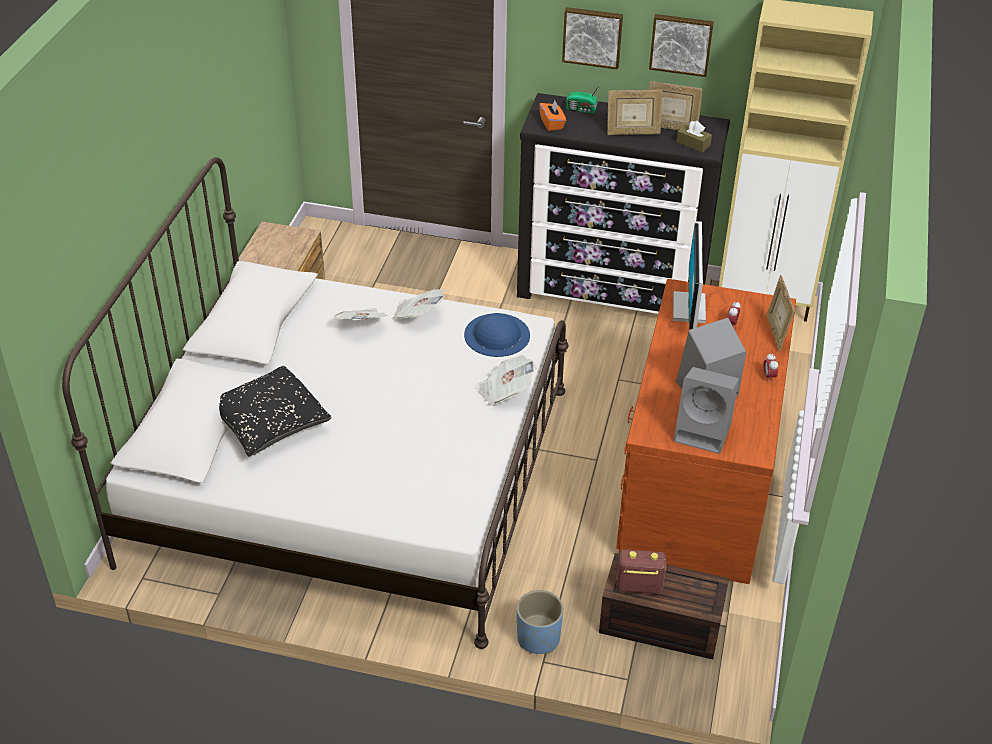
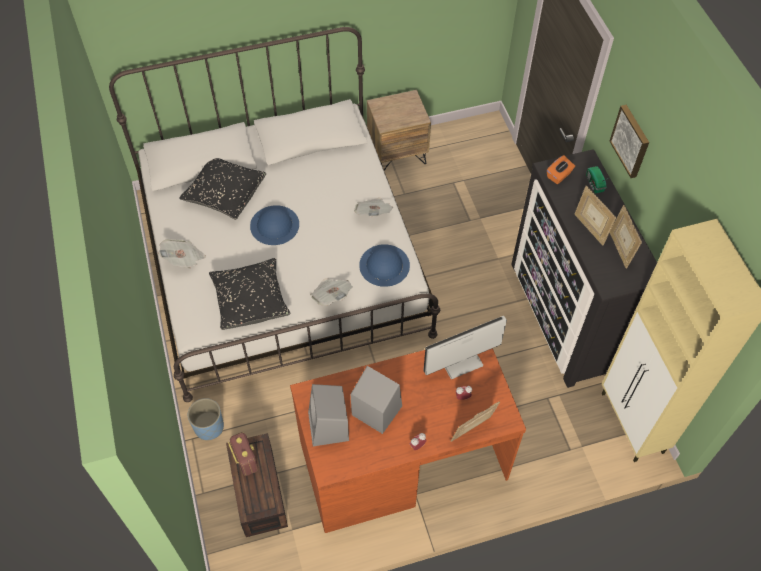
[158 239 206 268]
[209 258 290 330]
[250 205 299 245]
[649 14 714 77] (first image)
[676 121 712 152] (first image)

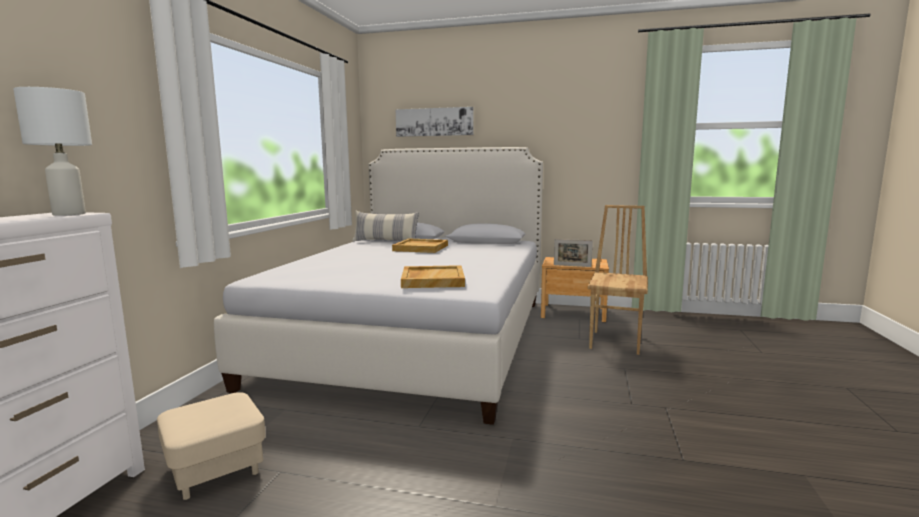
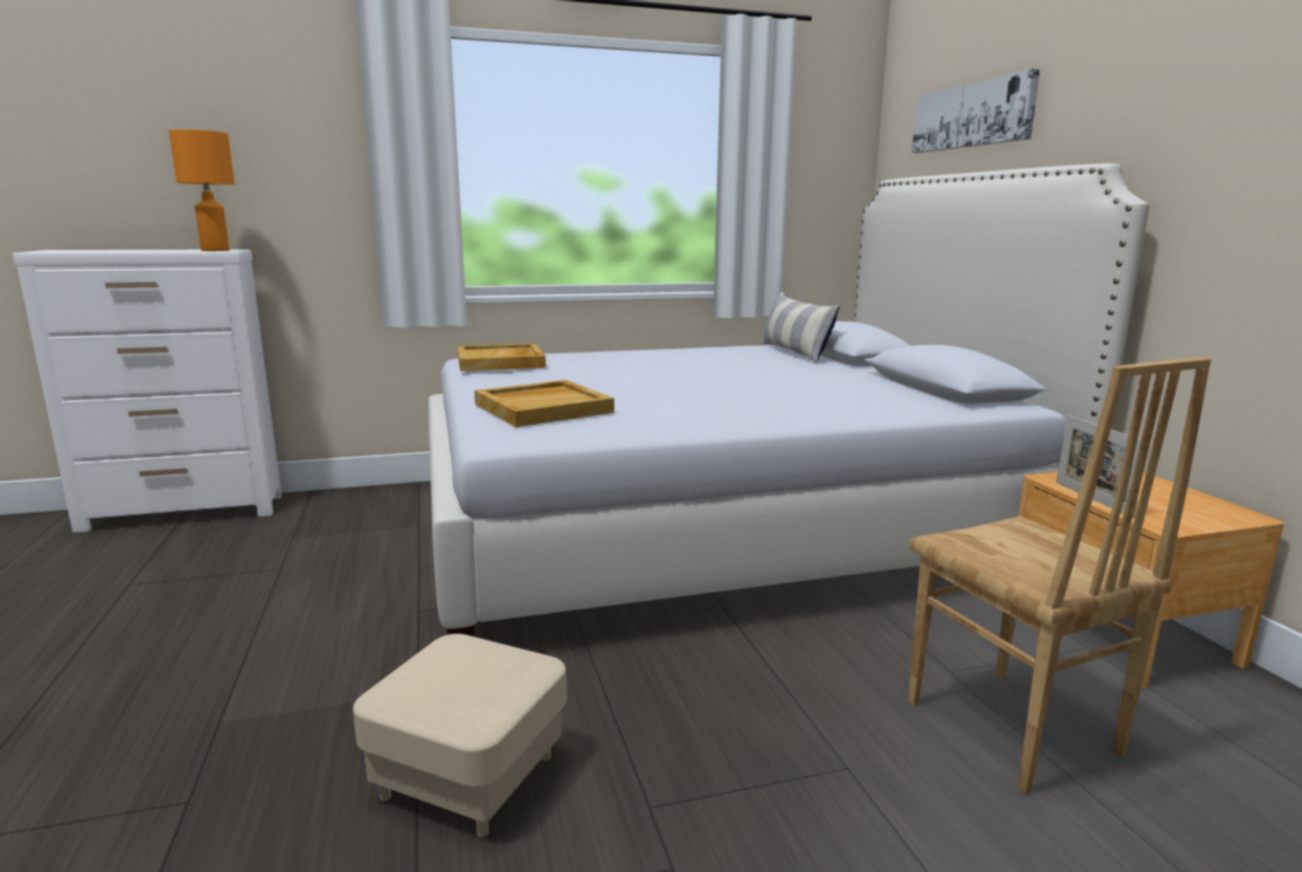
[169 129 235 251]
[353 634 567 837]
[457 343 546 371]
[908 357 1211 795]

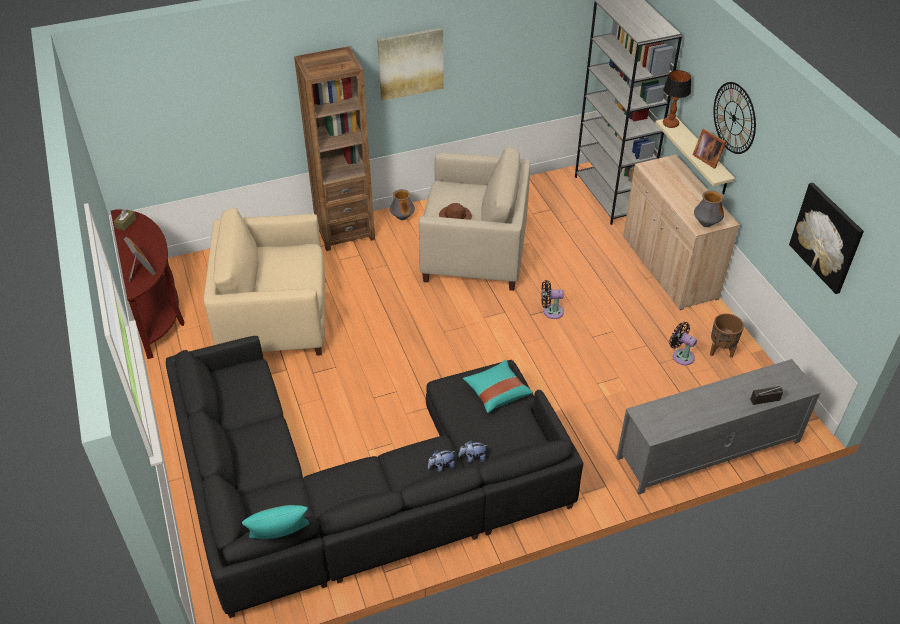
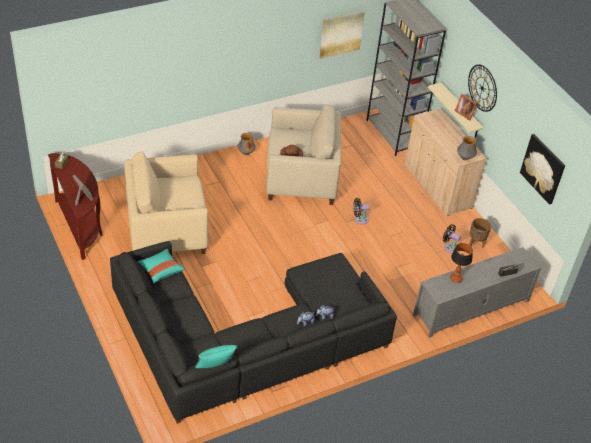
[137 249 185 284]
[319 11 365 59]
[450 243 473 283]
[294 46 375 251] (first image)

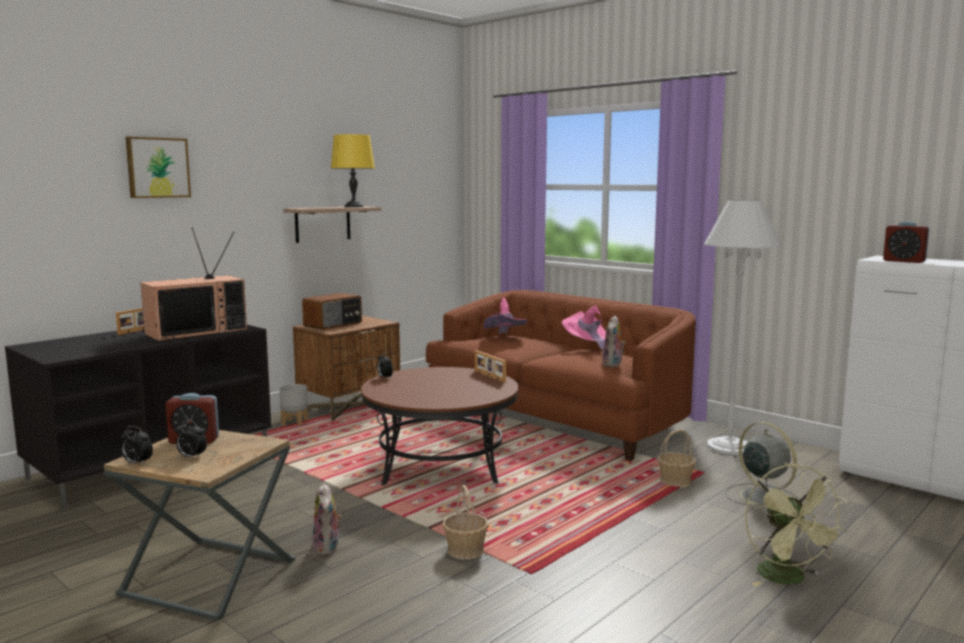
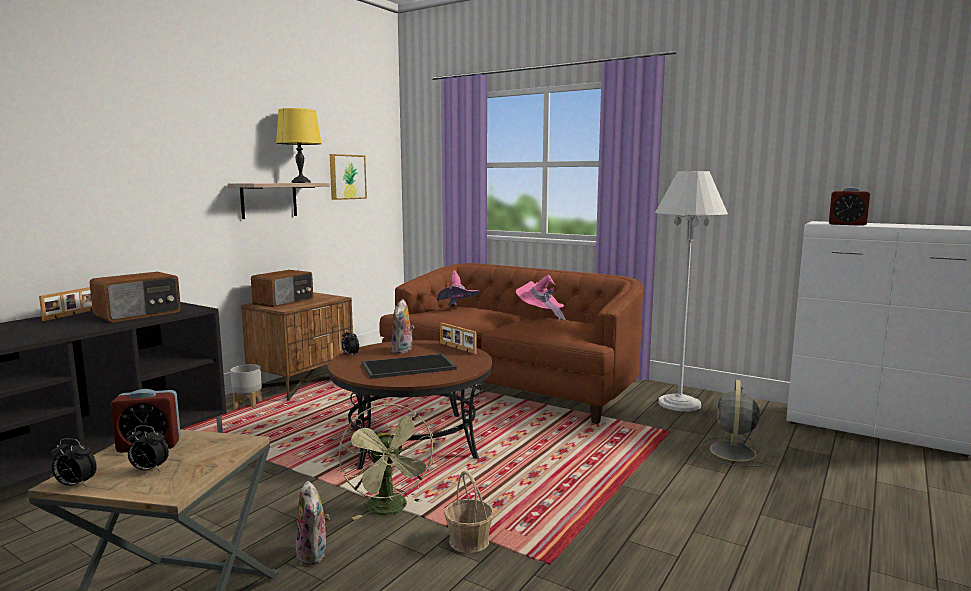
[89 272 181 322]
[330 154 367 200]
[338 404 434 520]
[362 354 457 379]
[392 299 415 354]
[700 380 769 467]
[657 429 696 488] (first image)

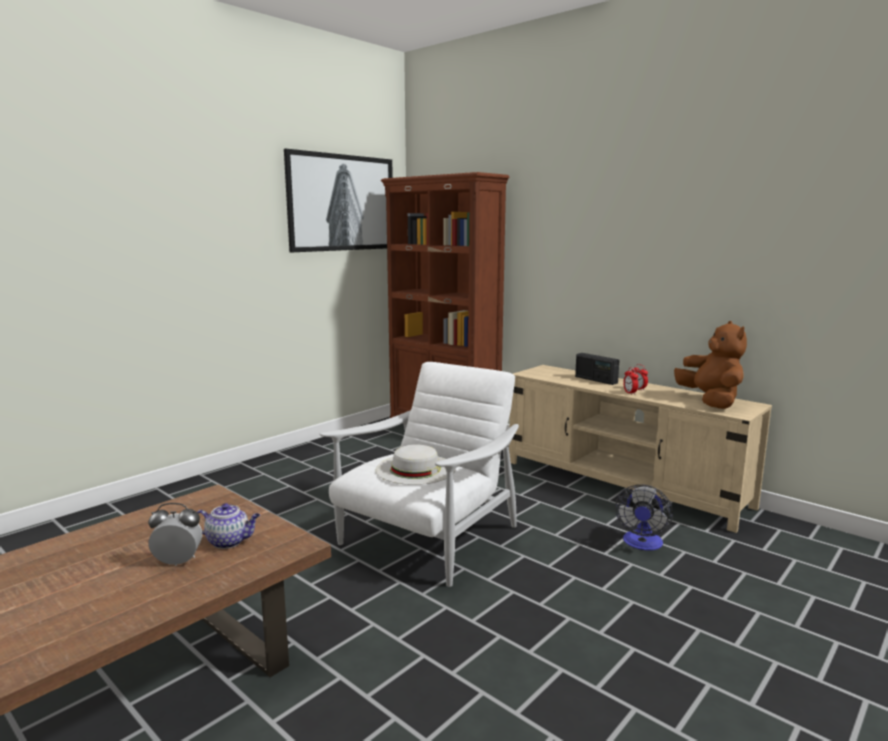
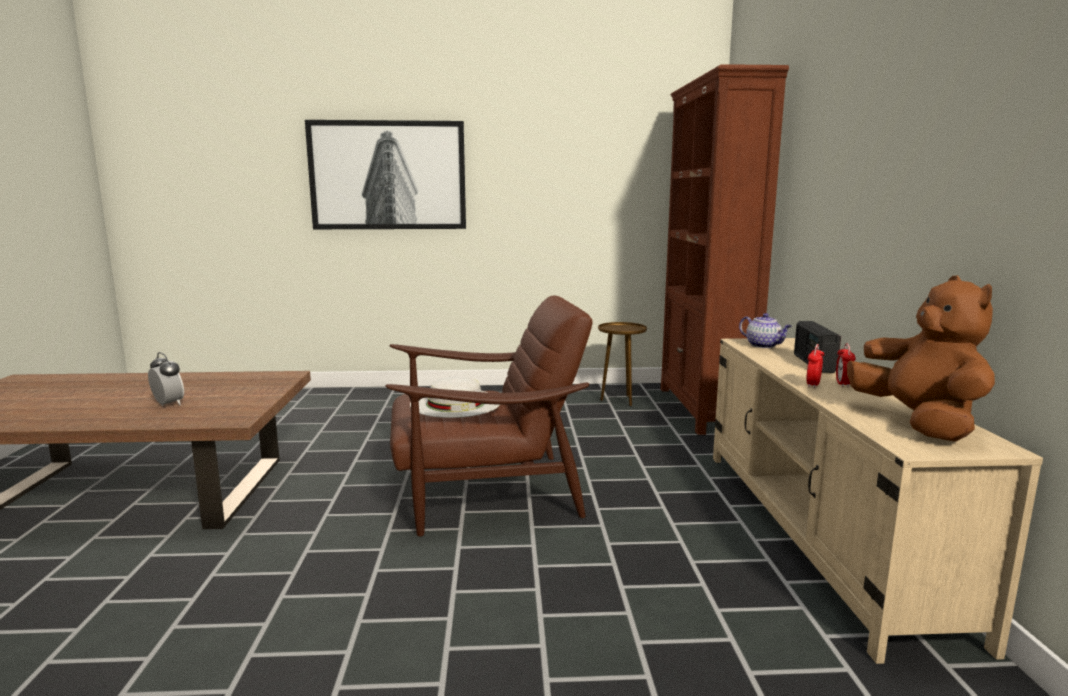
[305 120 466 229]
[385 296 593 536]
[598 322 647 406]
[739 313 792 348]
[847 276 995 442]
[615 484 673 551] (first image)

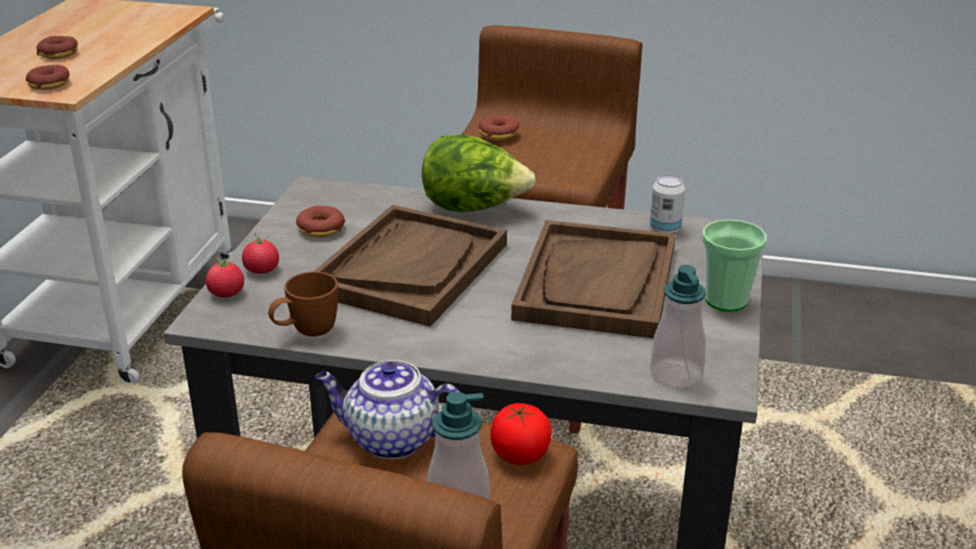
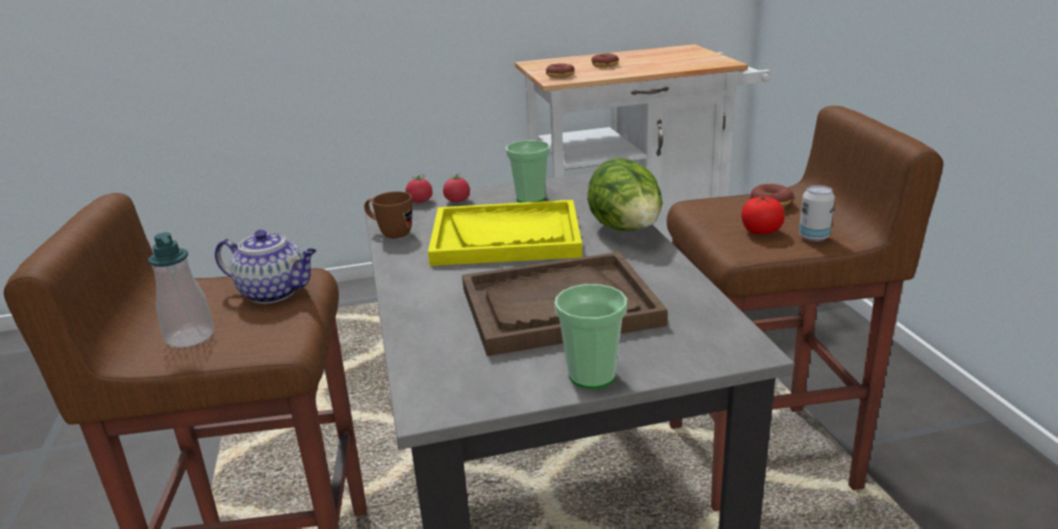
[215 230 317 303]
[428 200 582 266]
[505 140 551 203]
[741 196 785 234]
[799 185 835 242]
[650 265 706 389] (first image)

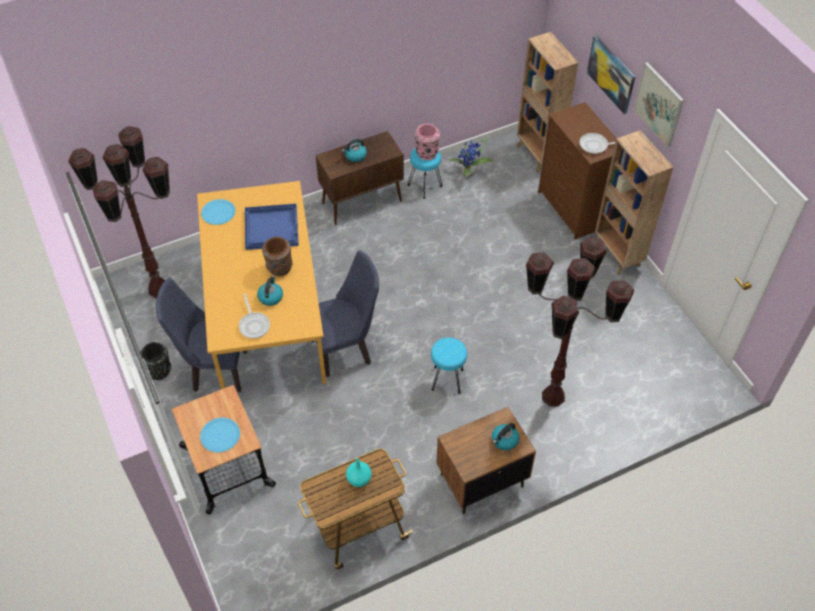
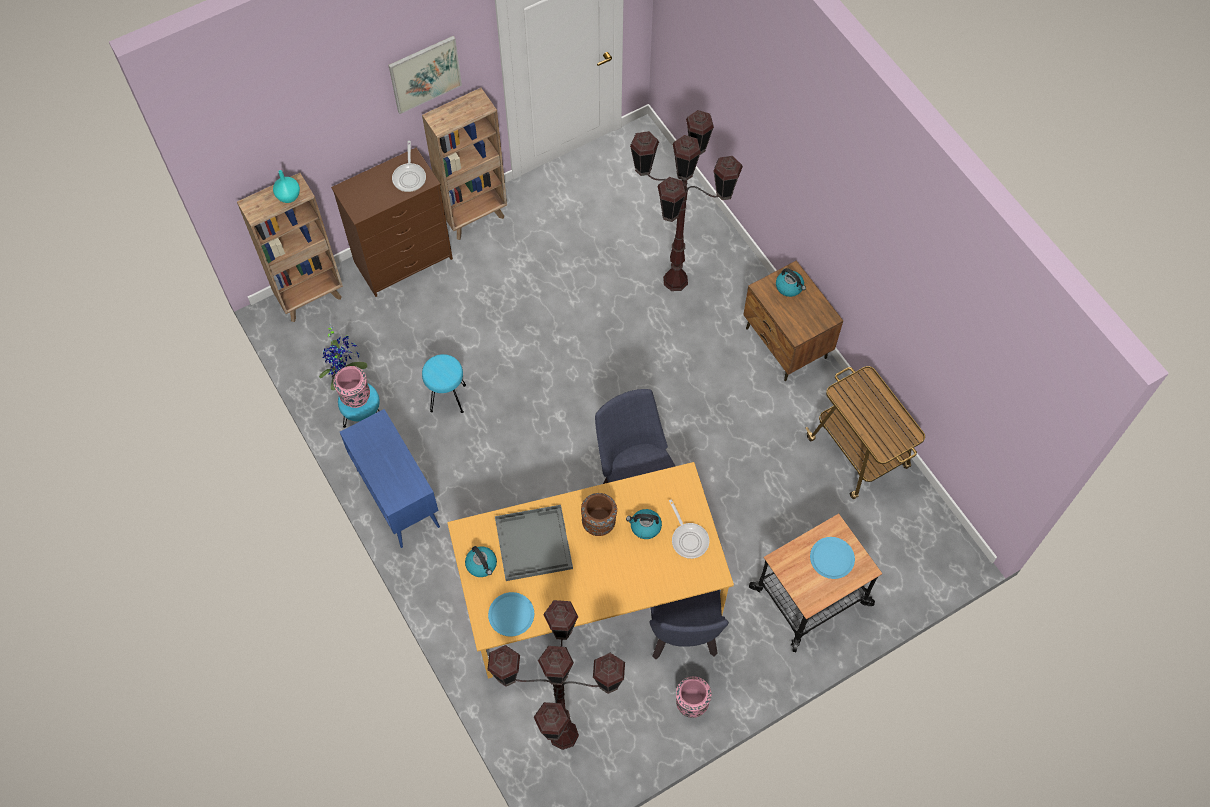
[273 170 300 203]
[340 409 440 548]
[422 354 466 413]
[465 546 497 577]
[495 505 573 581]
[669 499 709 559]
[676 677 711 718]
[587 35 635 114] (first image)

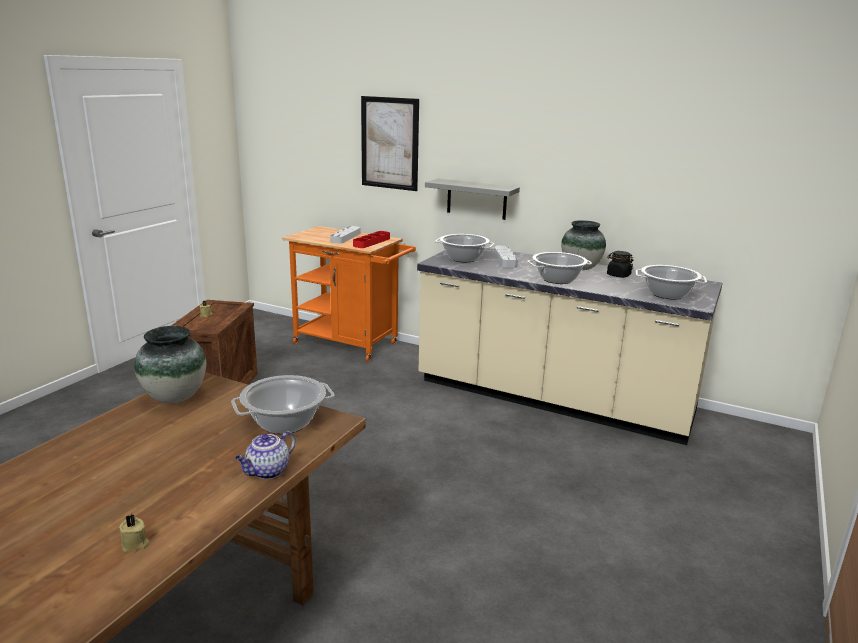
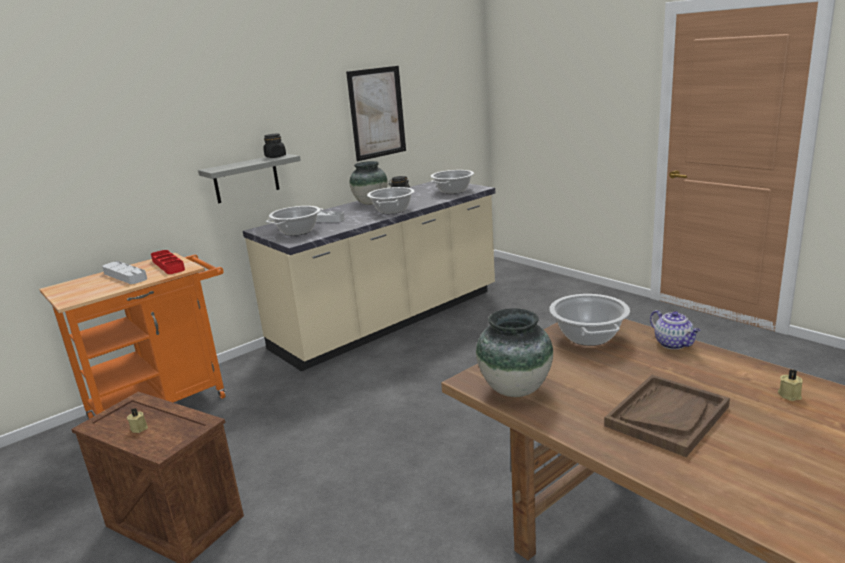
[263 134 286 158]
[346 66 406 161]
[604 375 730 457]

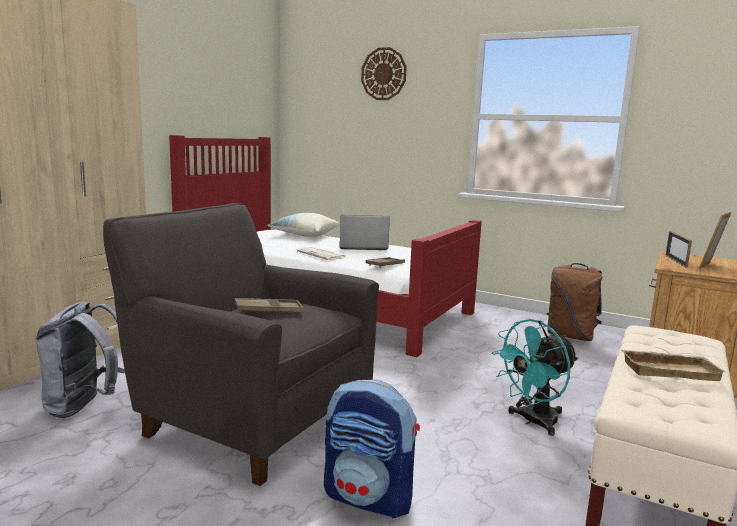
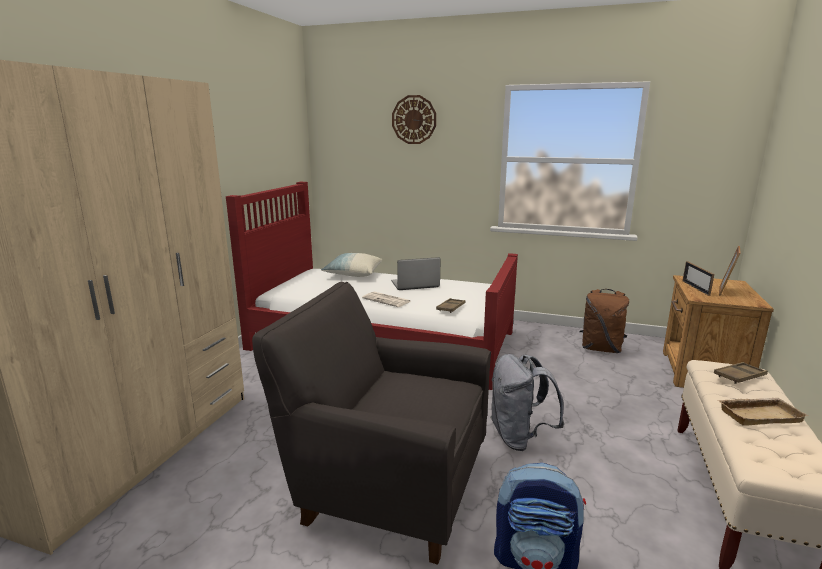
[490 354 564 451]
[714 362 768 384]
[492 319 578 436] (first image)

